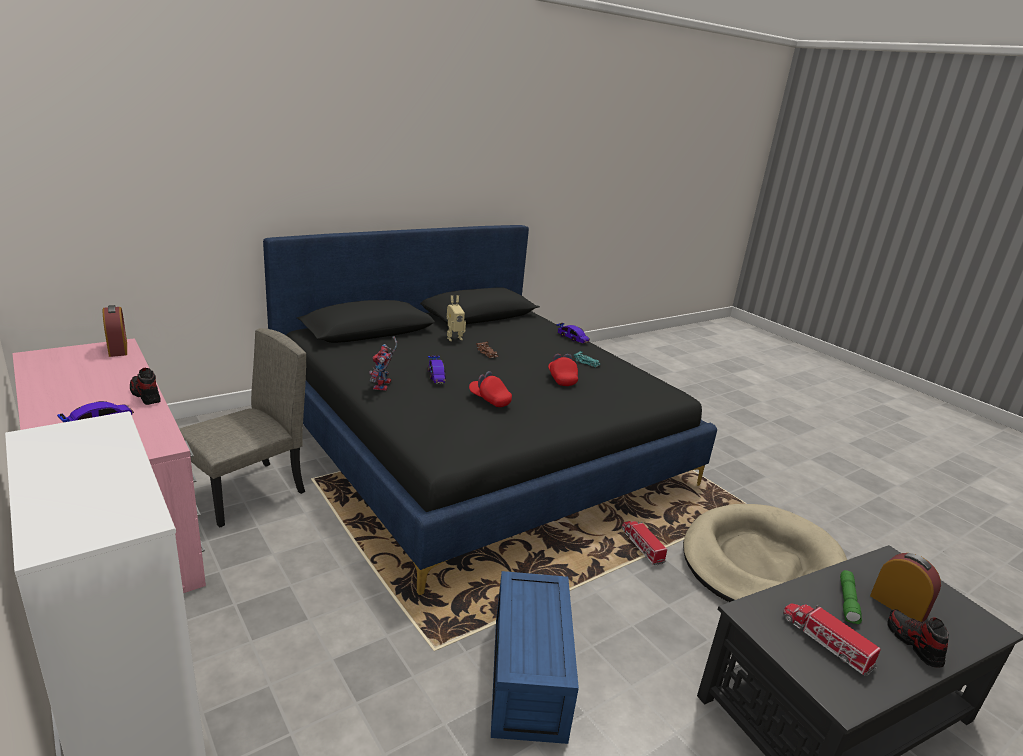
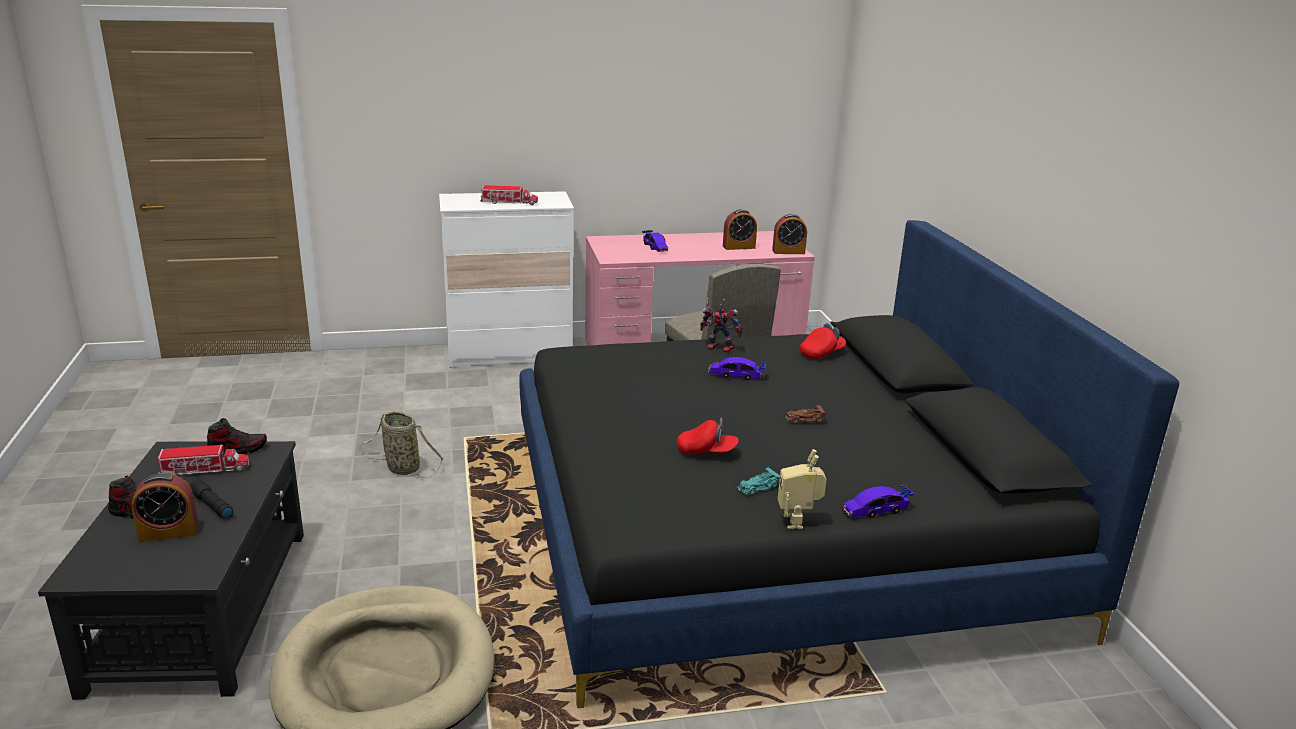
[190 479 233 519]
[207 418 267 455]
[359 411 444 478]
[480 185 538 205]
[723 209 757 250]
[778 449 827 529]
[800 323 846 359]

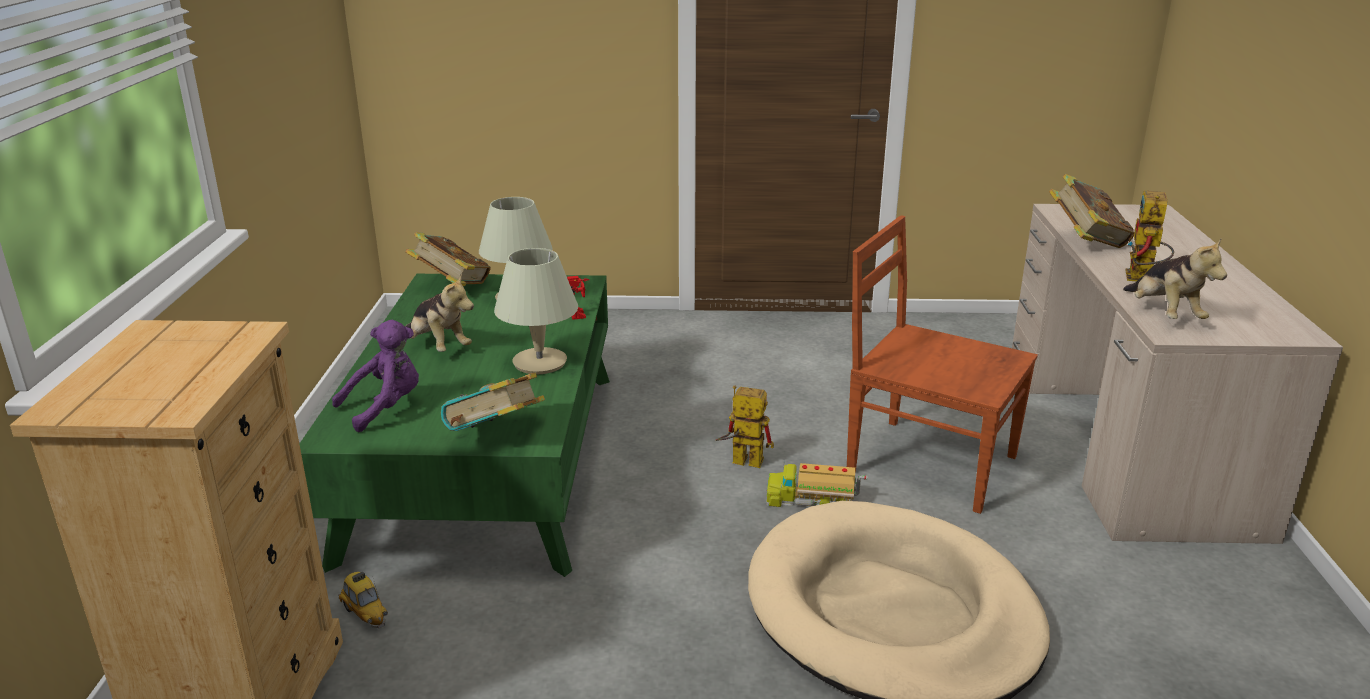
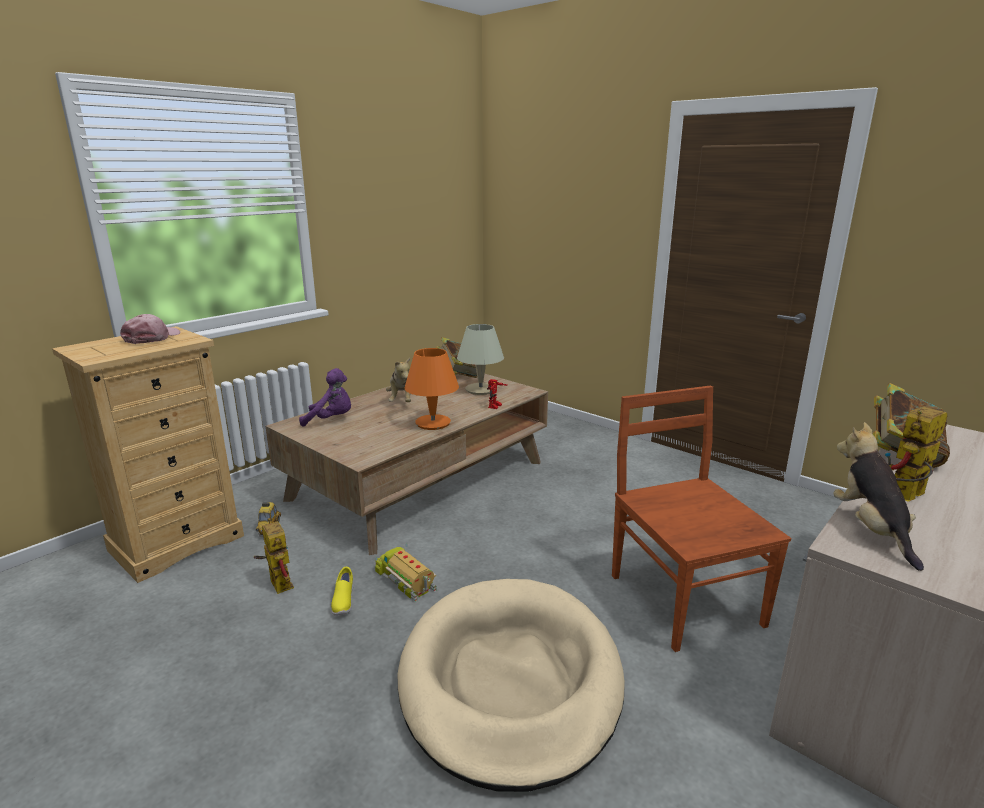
[120 314 180 344]
[254 518 294 594]
[266 374 548 555]
[331 567 354 616]
[375 544 437 601]
[405 348 459 430]
[833 422 924 571]
[441 373 545 431] (first image)

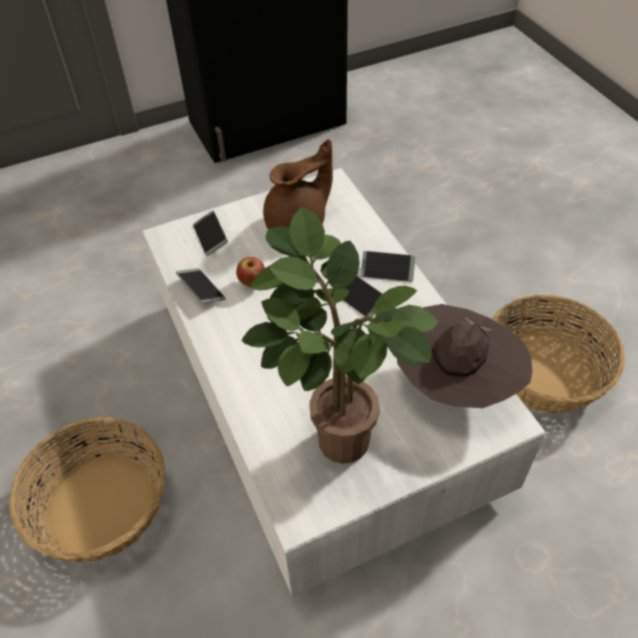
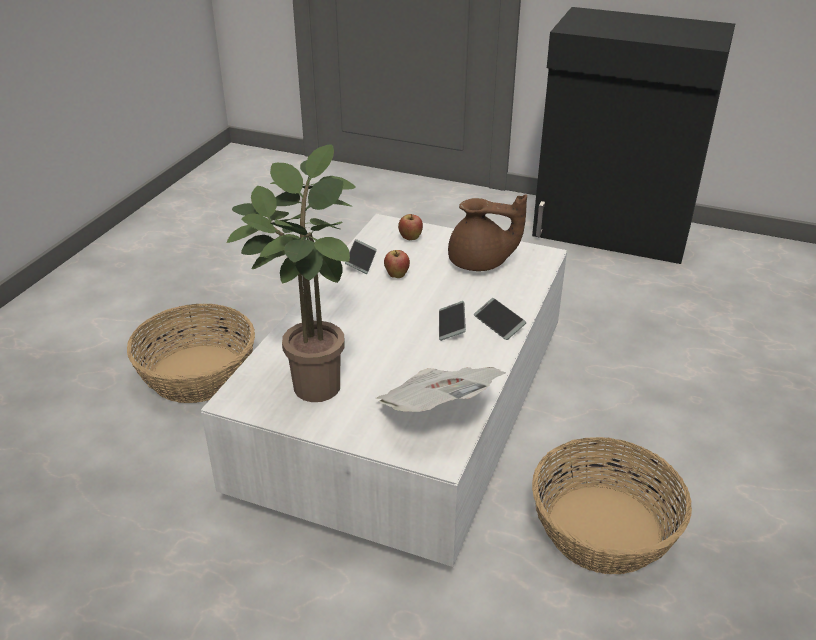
[376 367 506 412]
[398 214 423 240]

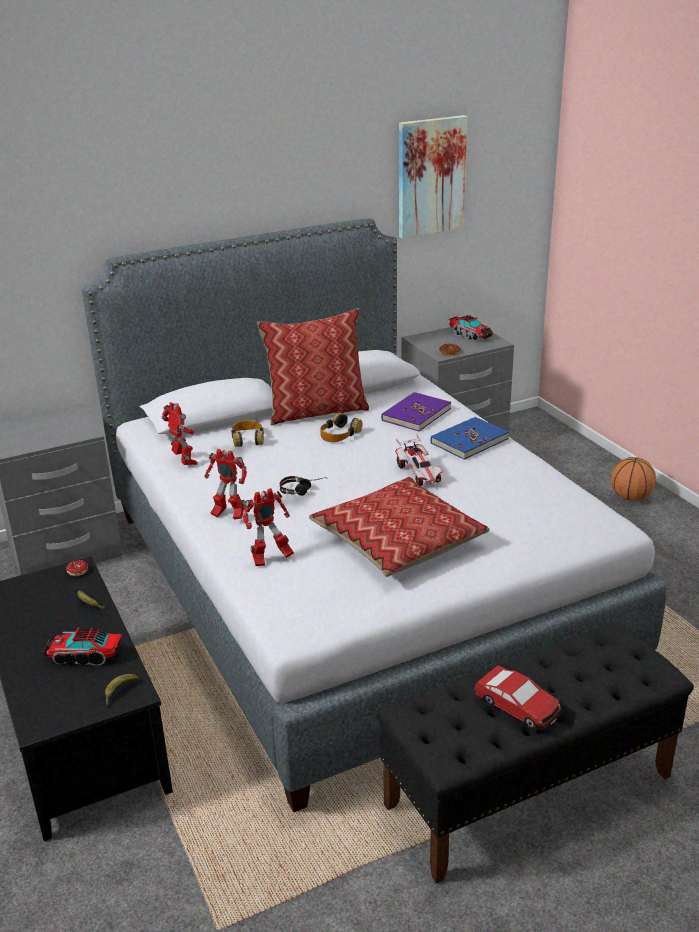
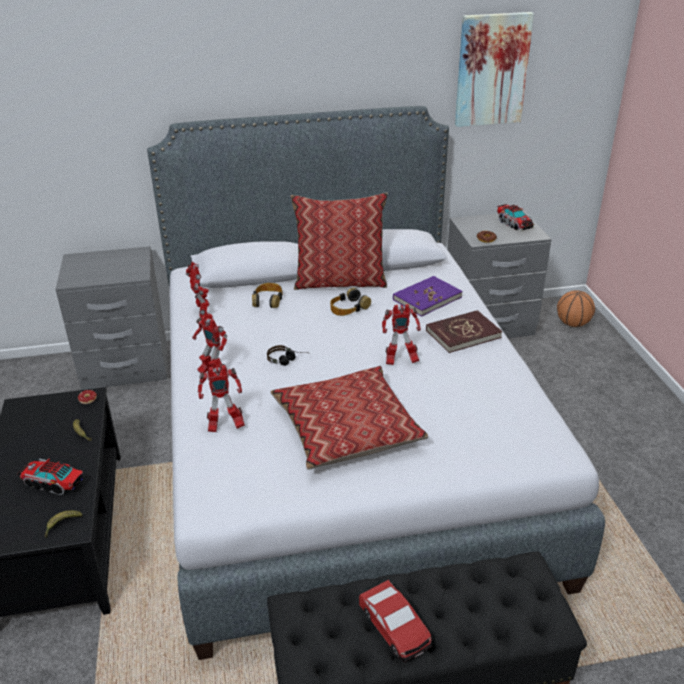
[382 304 421 365]
[426 310 502 353]
[557 290 595 327]

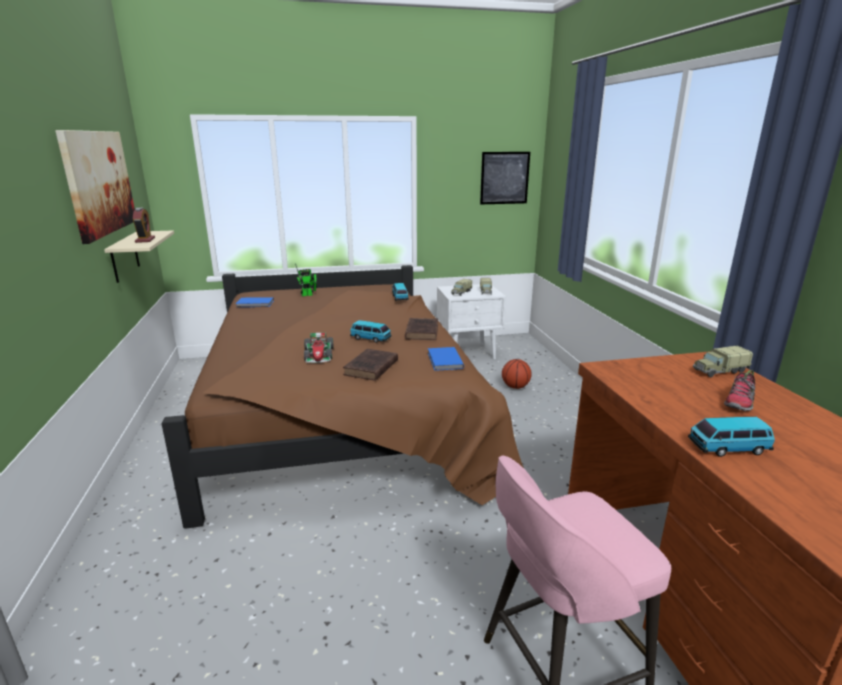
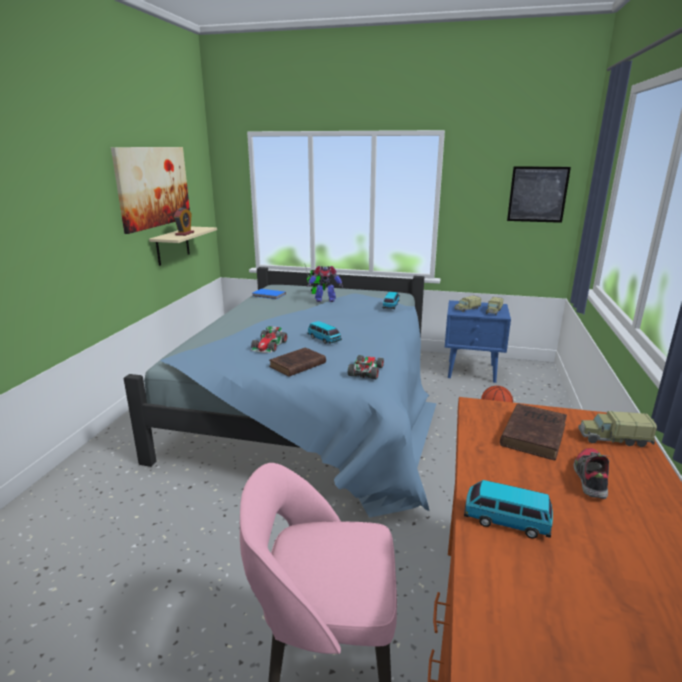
[123 267 437 518]
[307 266 343 302]
[348 355 384 379]
[445 300 511 383]
[500 403 567 460]
[573 448 609 499]

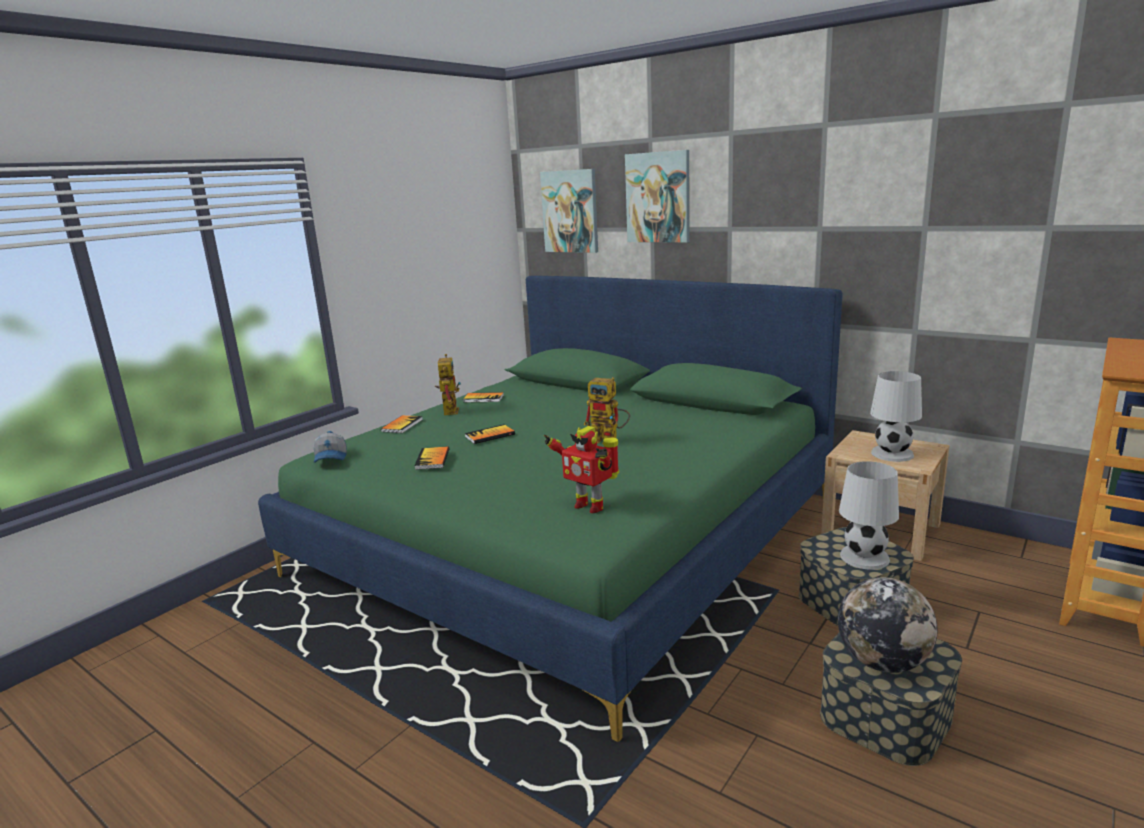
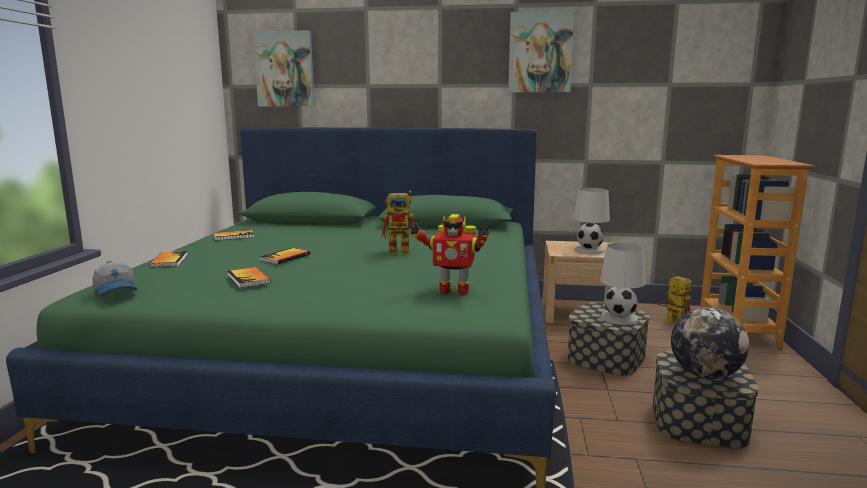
[508 11 574 92]
[657 273 692 324]

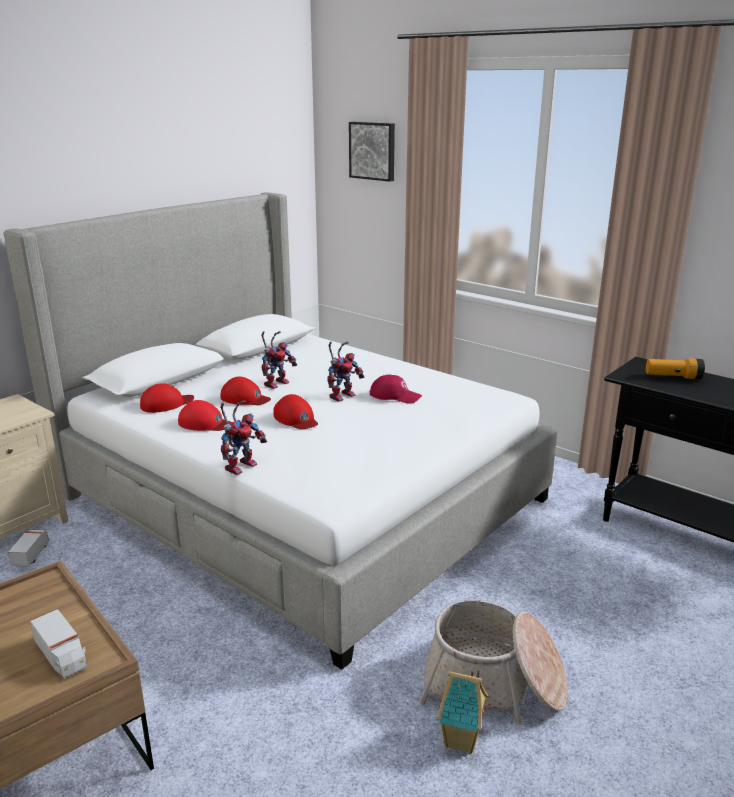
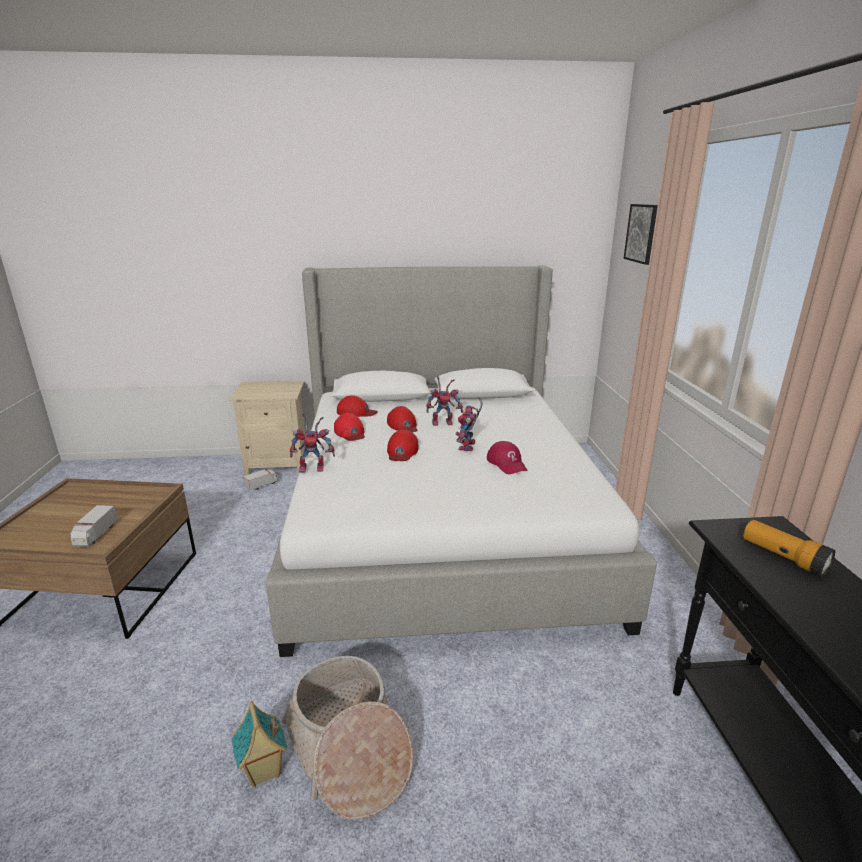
[456 397 483 451]

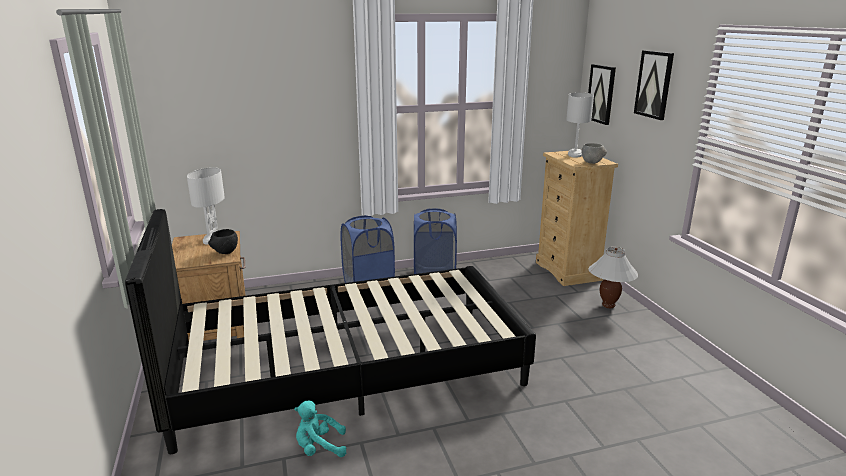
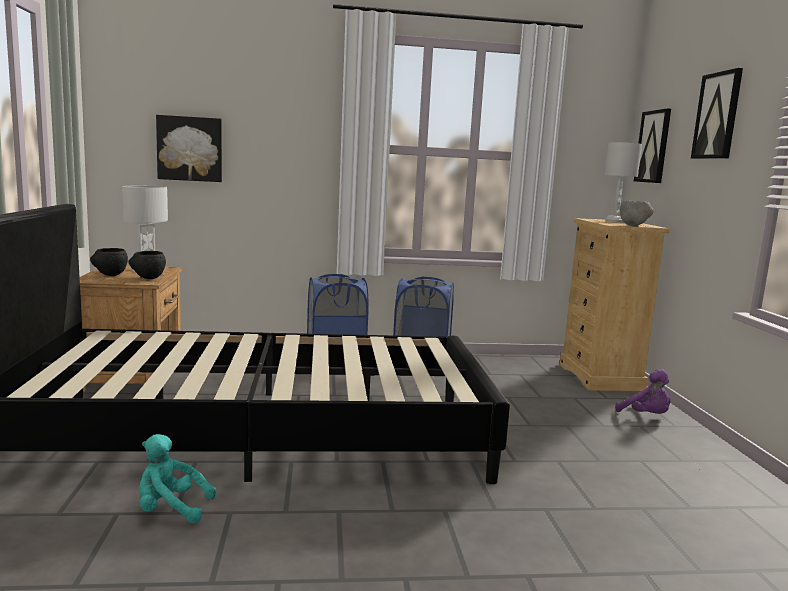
[90 248 128 276]
[156 115 222 182]
[615 369 671 414]

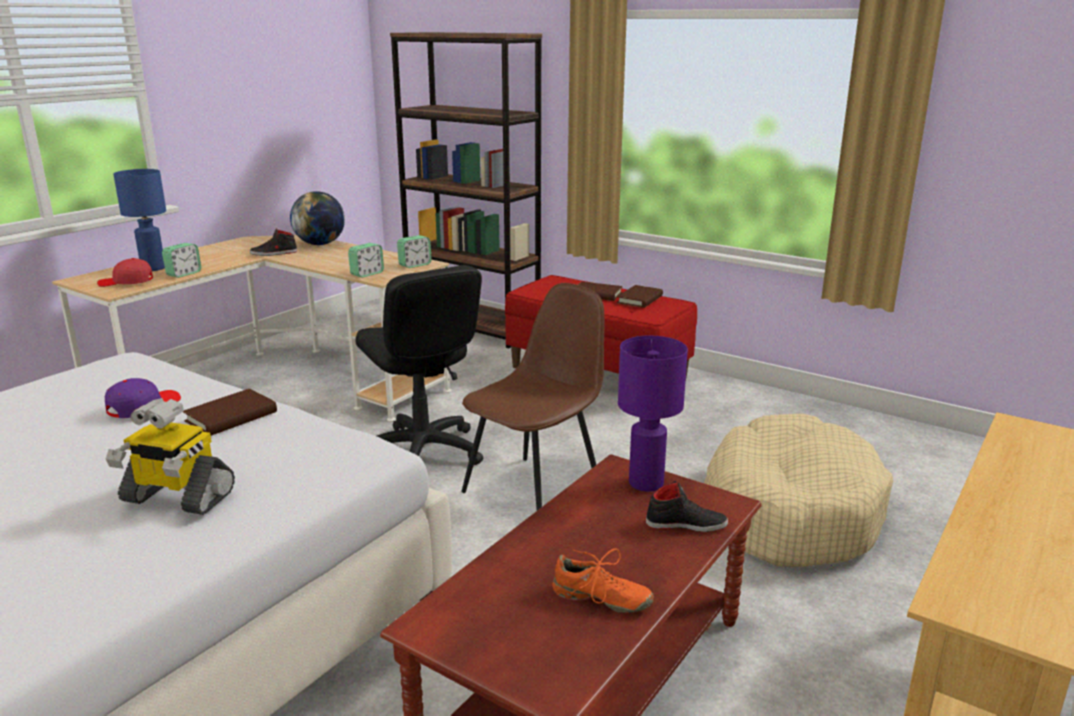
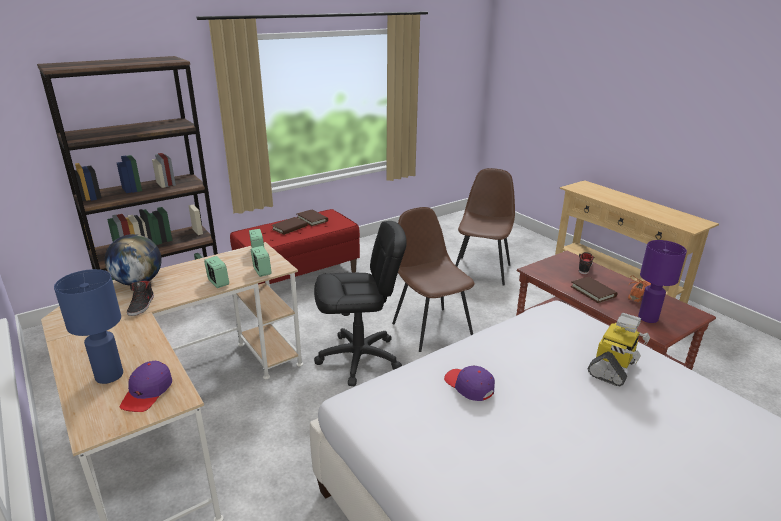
[120 361 172 412]
[204 256 229 288]
[456 168 515 286]
[570 277 617 303]
[638 240 687 323]

